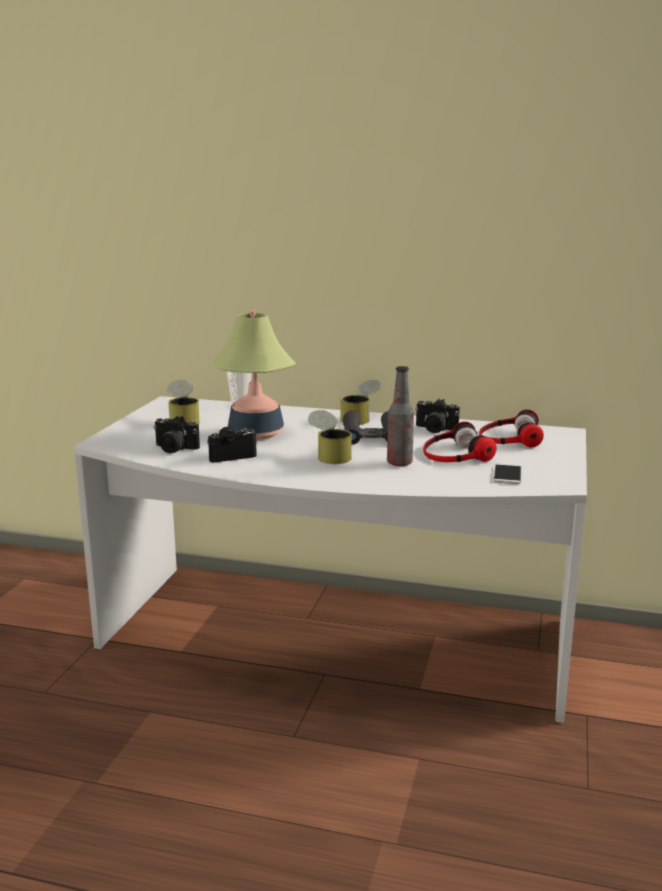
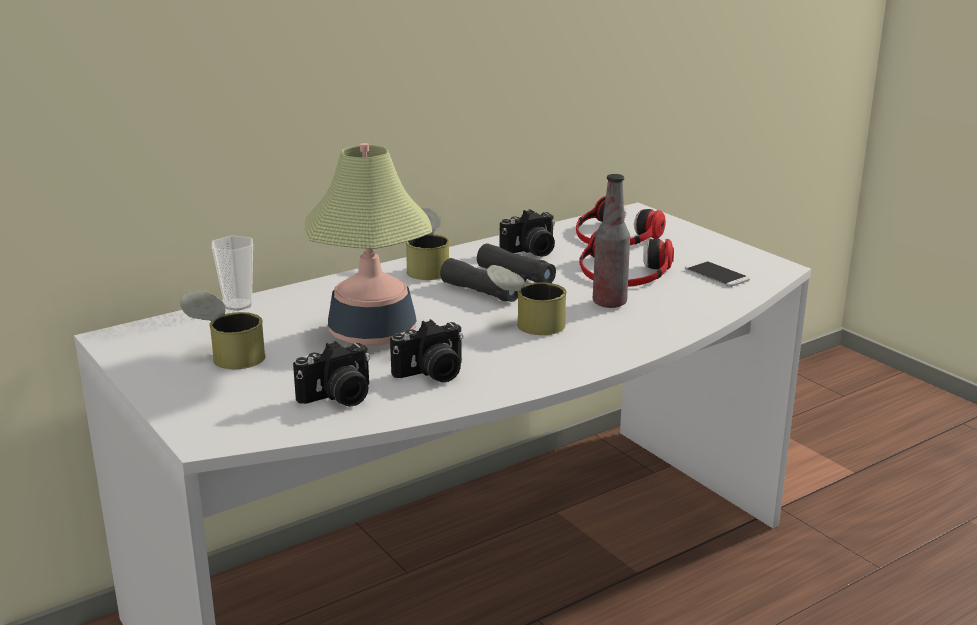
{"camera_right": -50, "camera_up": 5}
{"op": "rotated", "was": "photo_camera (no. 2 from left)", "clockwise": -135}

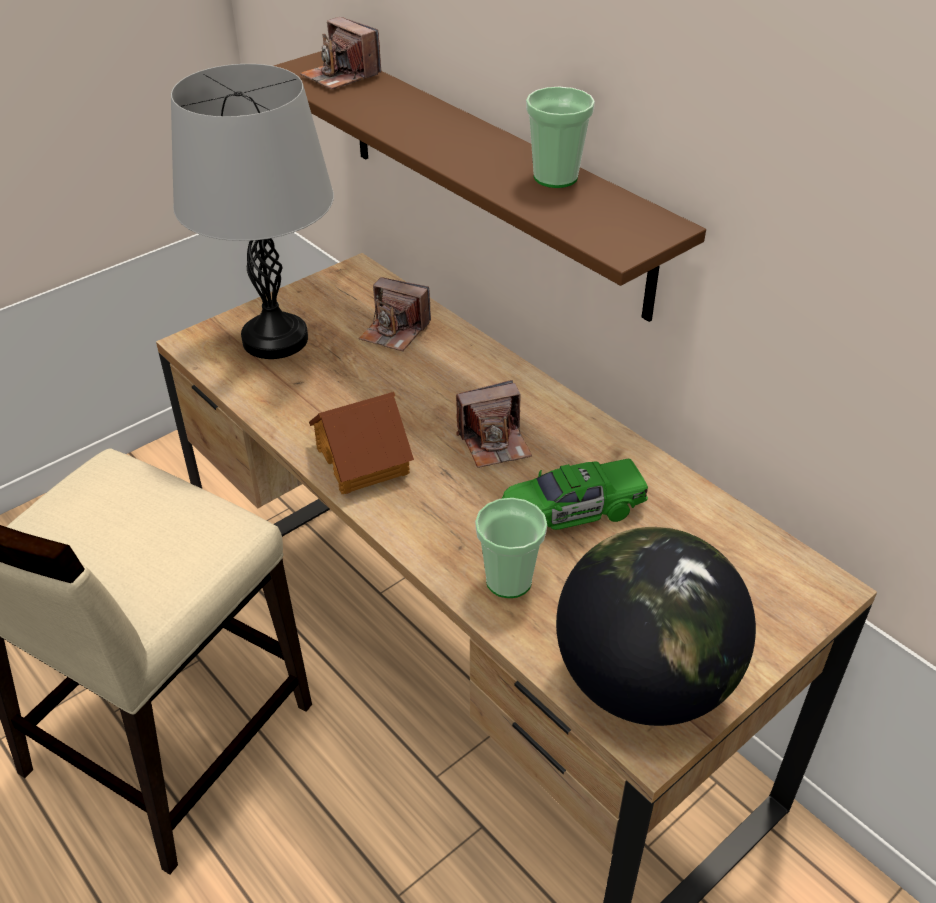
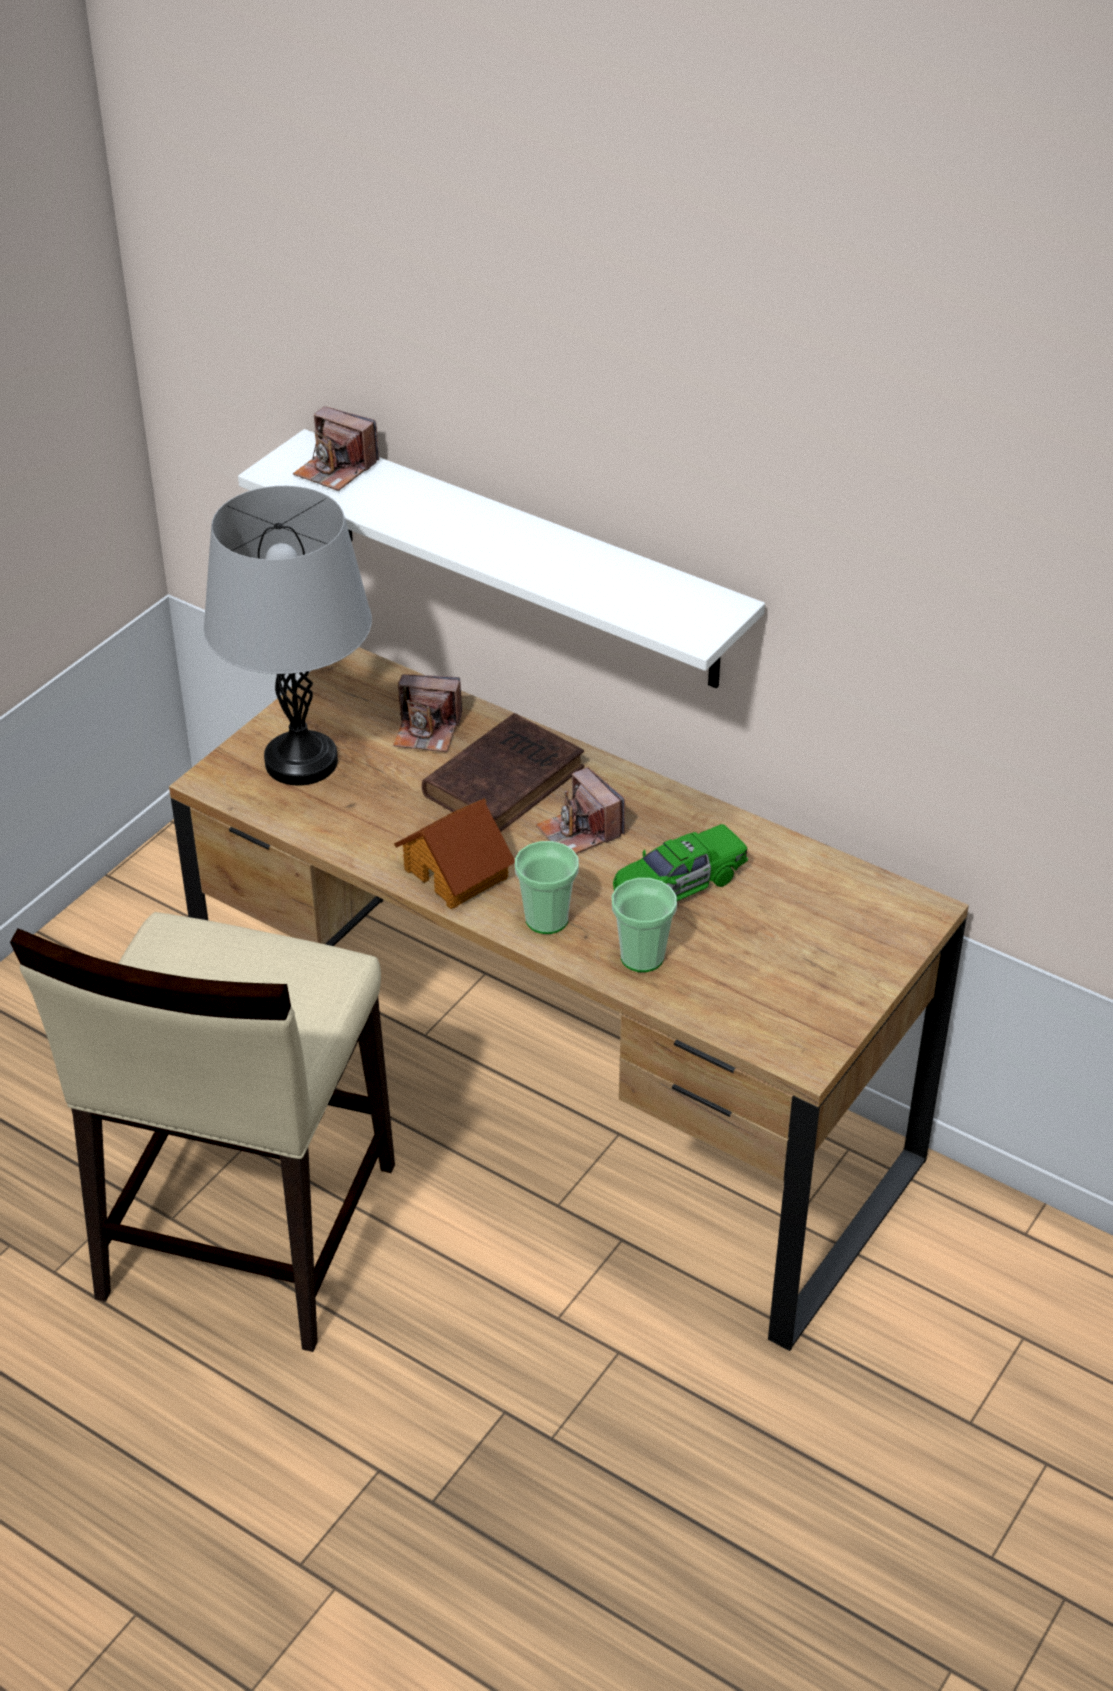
{"camera_right": -15, "camera_up": 0}
{"op": "repainted", "was": "brown_wall_shelf", "now": "white-coloured_wall_shelf"}
{"op": "rotated", "was": "photo_camera (no. 3 from left)", "clockwise": 90}
{"op": "shifted", "was": "cup (no. 2 from left in the first image)", "now": "cup (no. 1 from left)"}
{"op": "gone", "was": "world_globe"}
{"op": "new", "now": "brown_bound_book"}

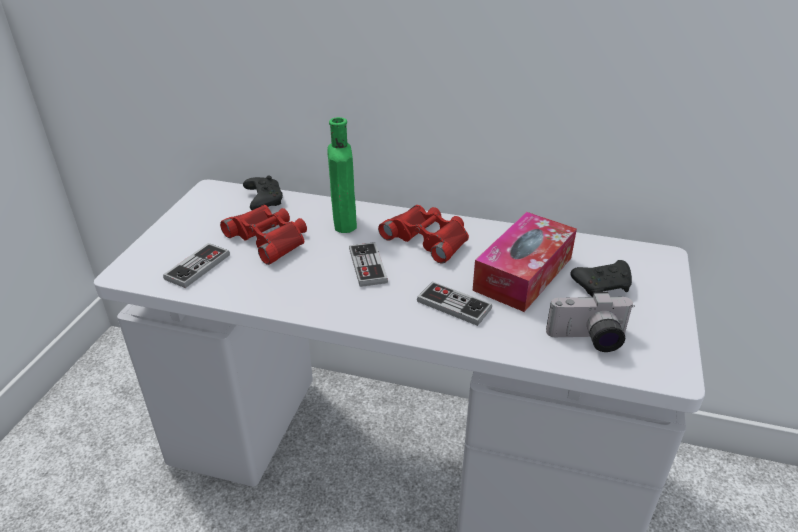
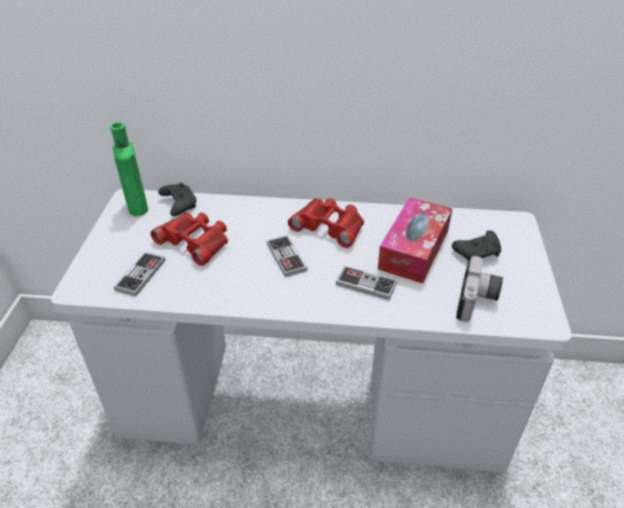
{"camera_right": -10, "camera_up": 5}
{"op": "shifted", "was": "green_bottle"}
{"op": "rotated", "was": "photo_camera", "clockwise": -60}

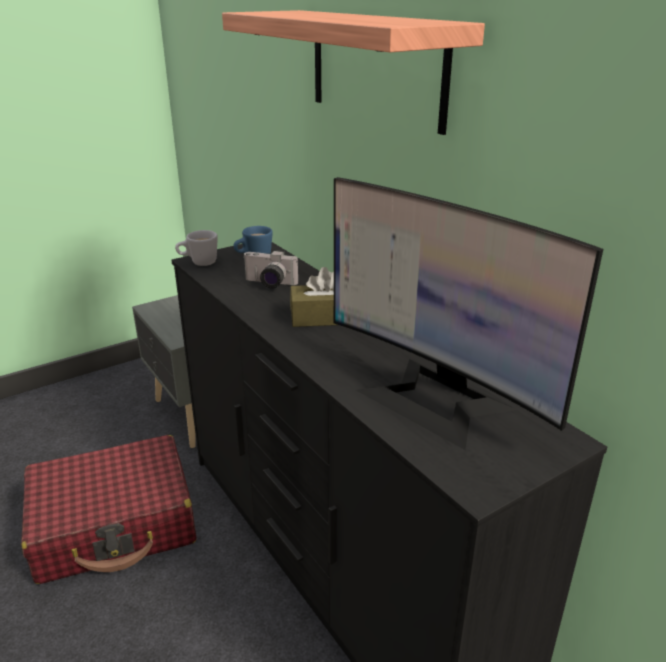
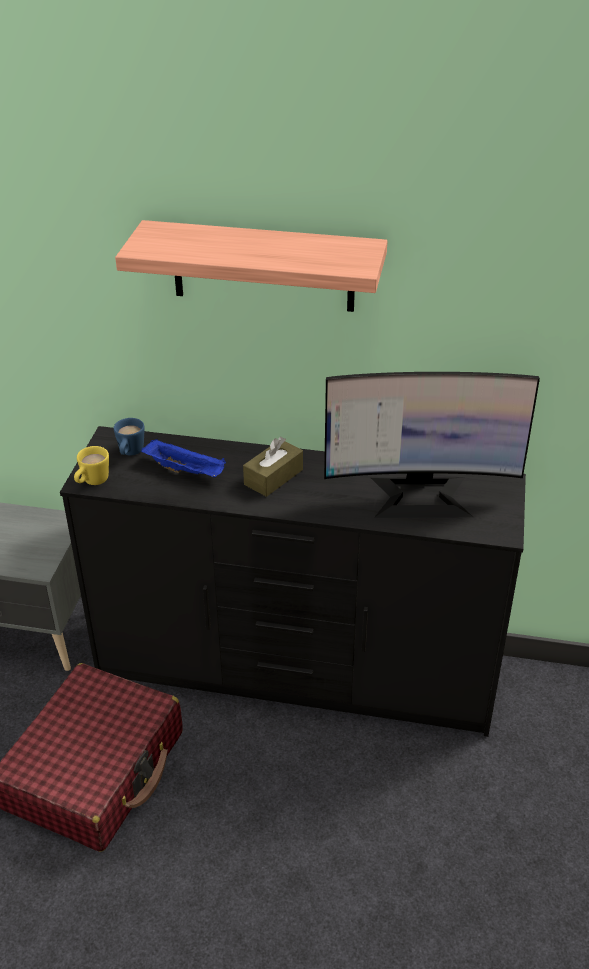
{"camera_right": -45, "camera_up": 10}
{"op": "repainted", "was": "white-coloured_mug", "now": "yellow-coloured_mug"}
{"op": "swapped", "was": "photo_camera", "now": "blue_serving_tray"}

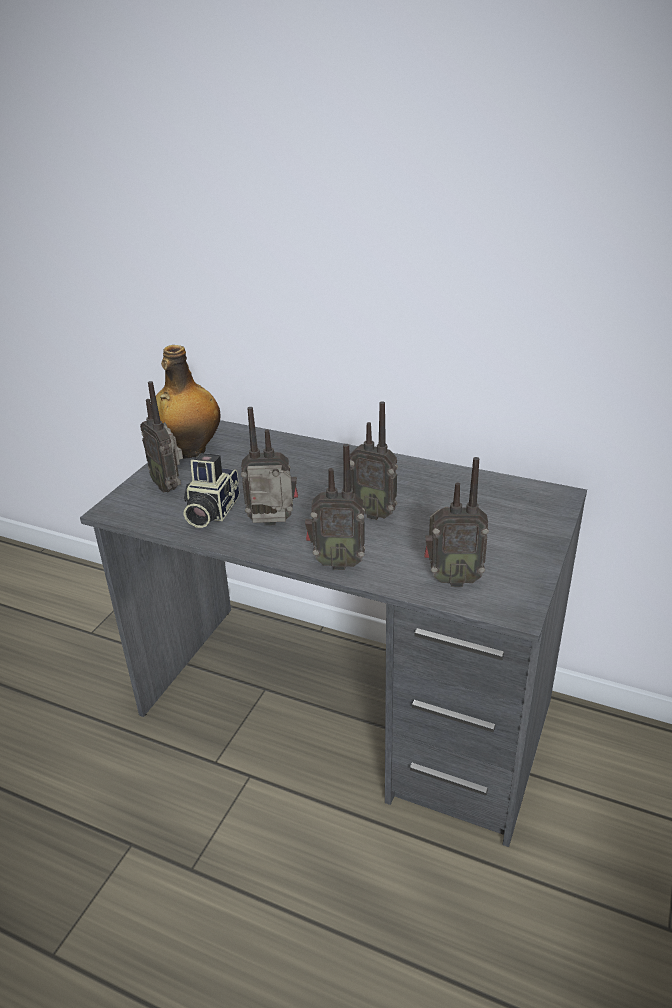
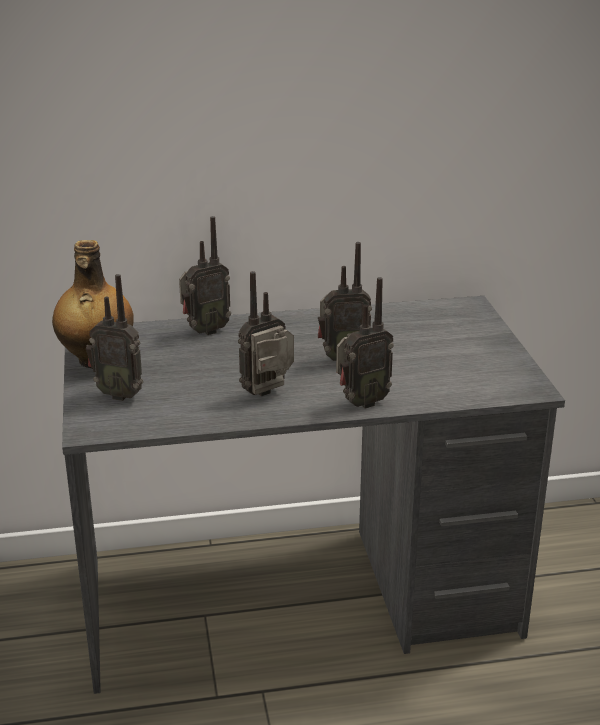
{"camera_right": -35, "camera_up": -5}
{"op": "gone", "was": "photo_camera"}
{"op": "shifted", "was": "radio_set (no. 5 from left in the first image)", "now": "radio_set (no. 2 from left)"}

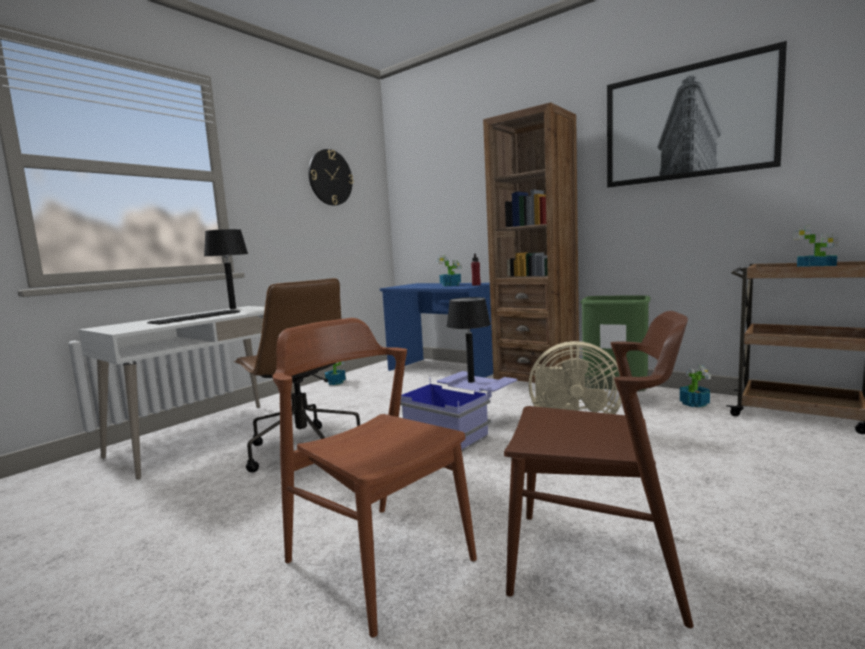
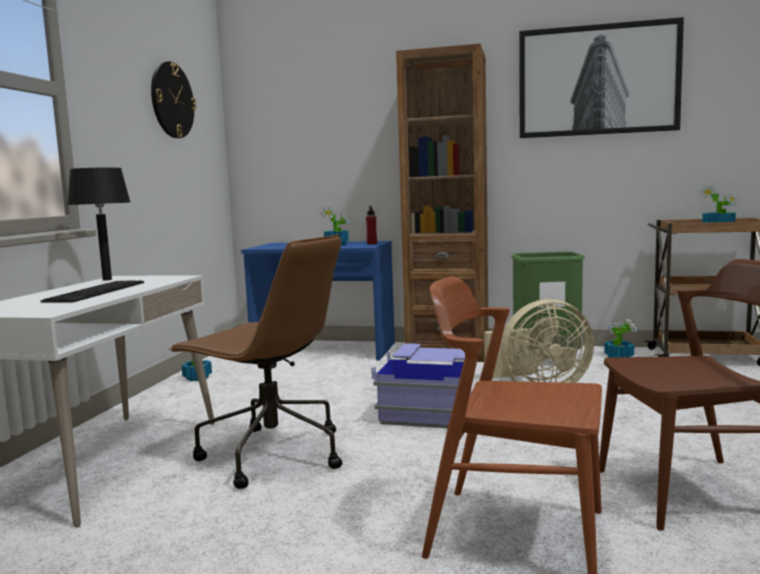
{"camera_right": -25, "camera_up": 0}
{"op": "gone", "was": "blackish_tabletop_lamp (no. 2 from left)"}

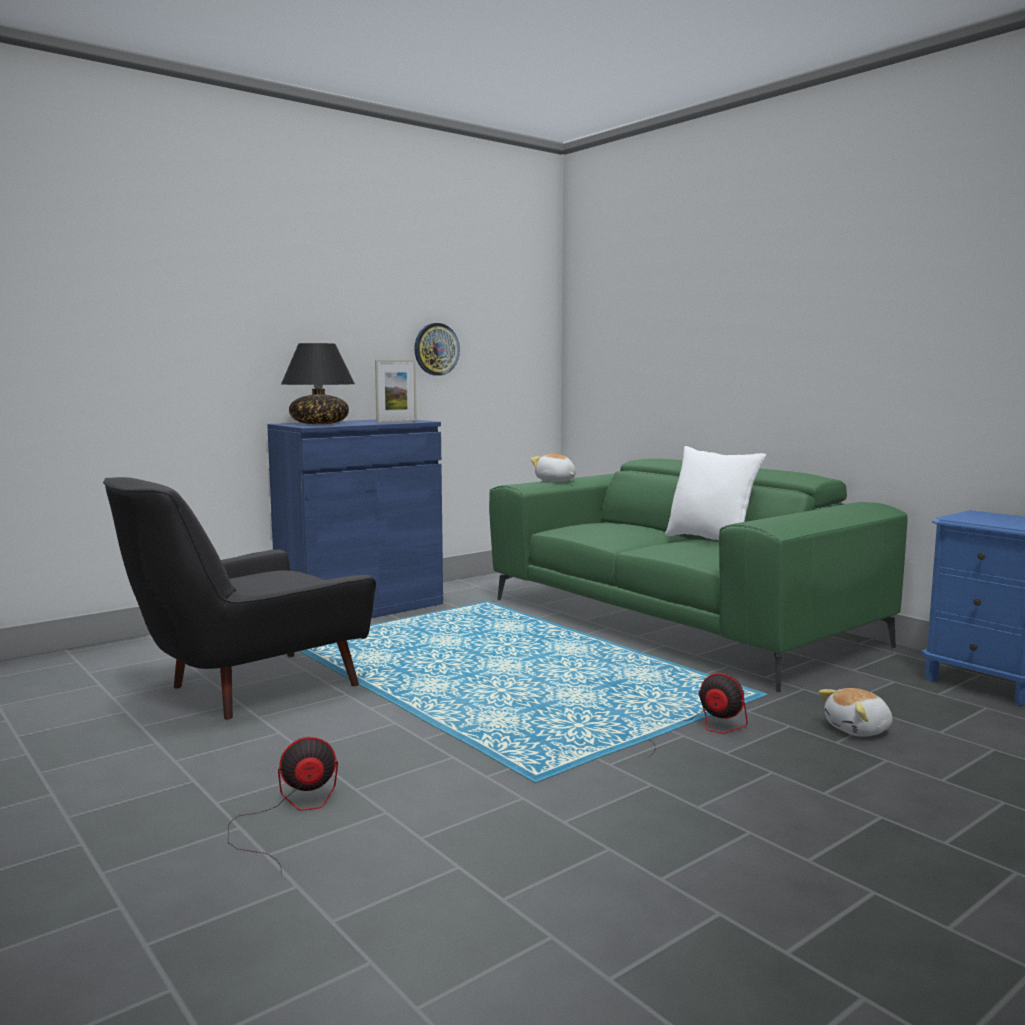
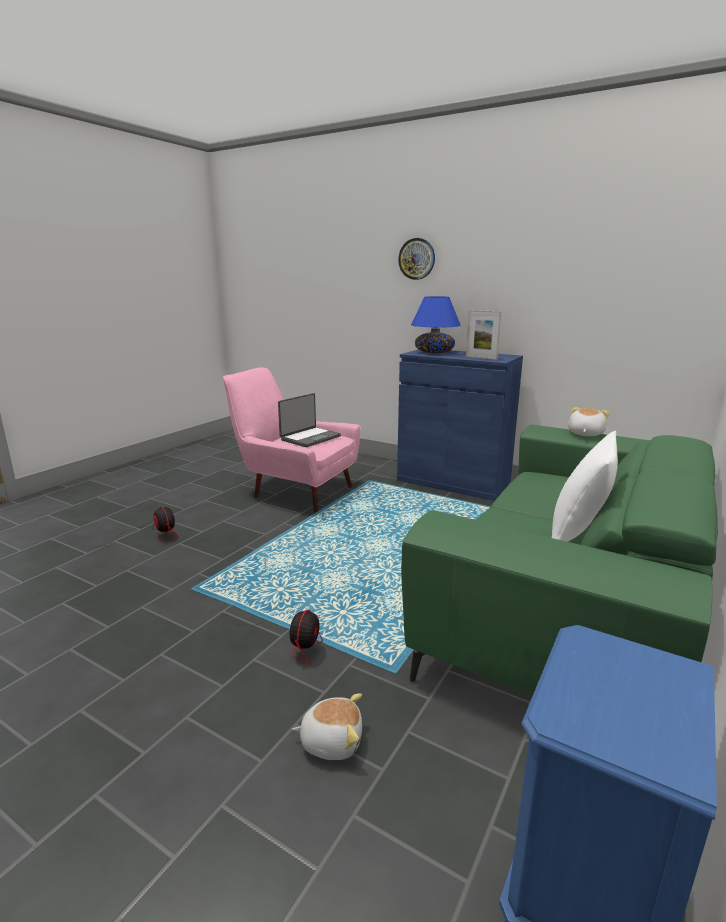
{"camera_right": 70, "camera_up": 10}
{"op": "repainted", "was": "blackish_armchair", "now": "pink_armchair"}
{"op": "repainted", "was": "blackish_tabletop_lamp", "now": "blue_tabletop_lamp"}
{"op": "shifted", "was": "clock_on_the_wall"}
{"op": "rotated", "was": "cuddly_toy (no. 2 from left in the first image)", "clockwise": 135}
{"op": "new", "now": "laptop"}

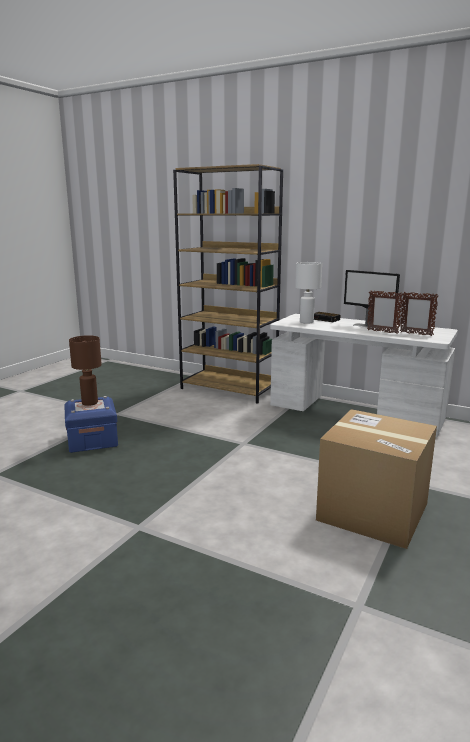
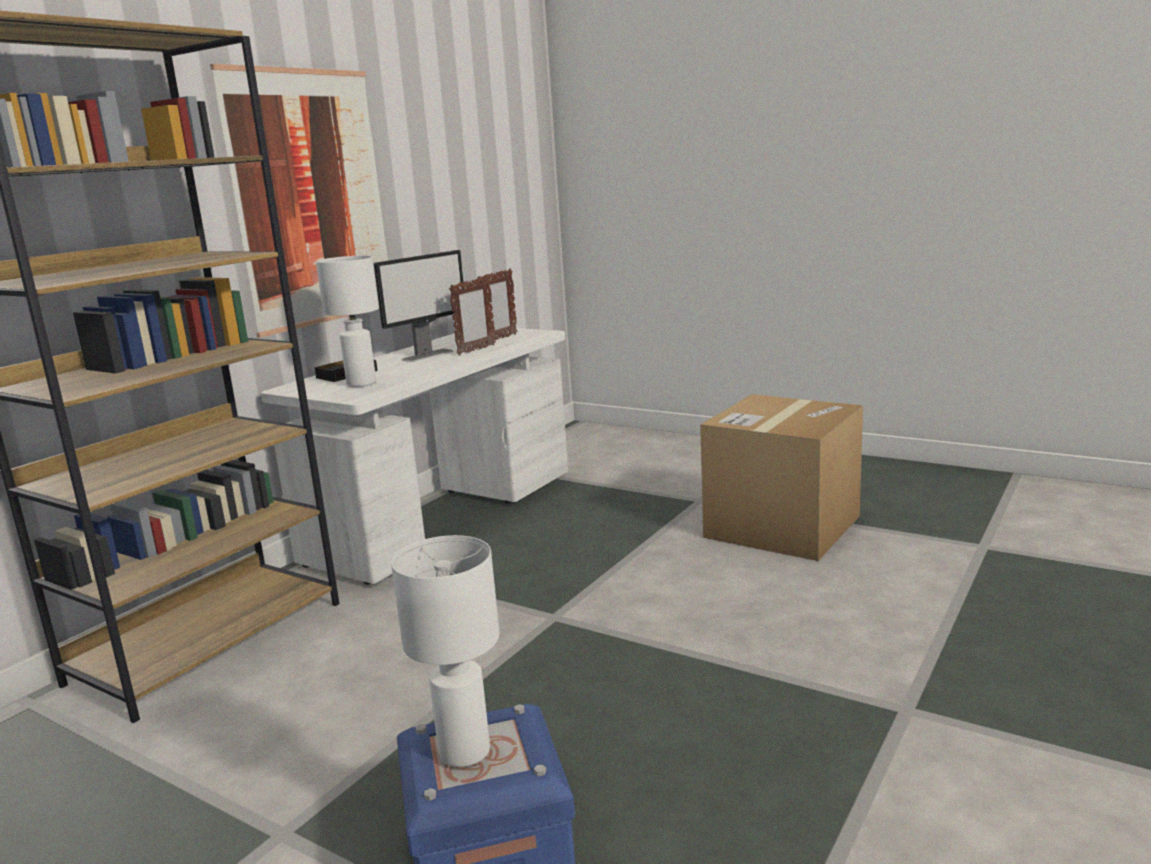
{"camera_right": -85, "camera_up": 0}
{"op": "repainted", "was": "brown_tabletop_lamp", "now": "white-coloured_tabletop_lamp (no. 2 from left)"}
{"op": "new", "now": "wall_picture"}

